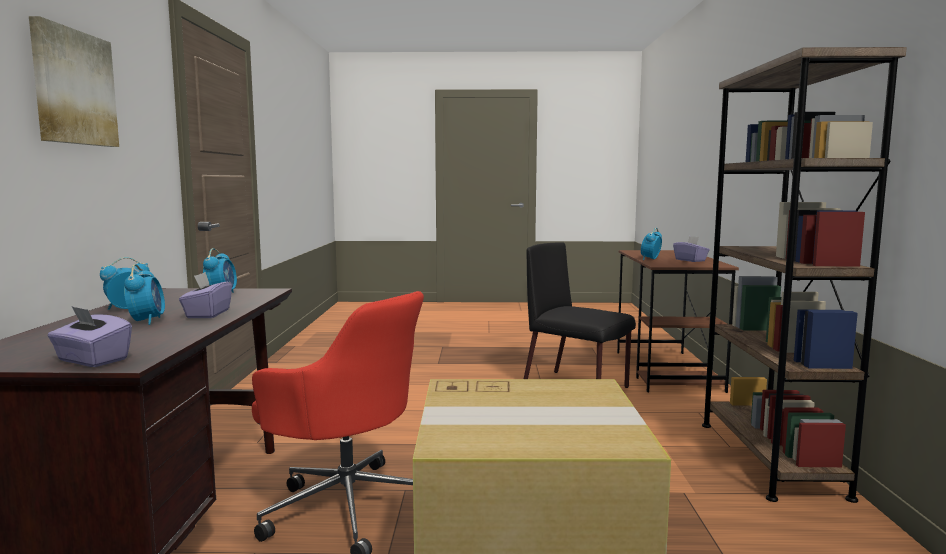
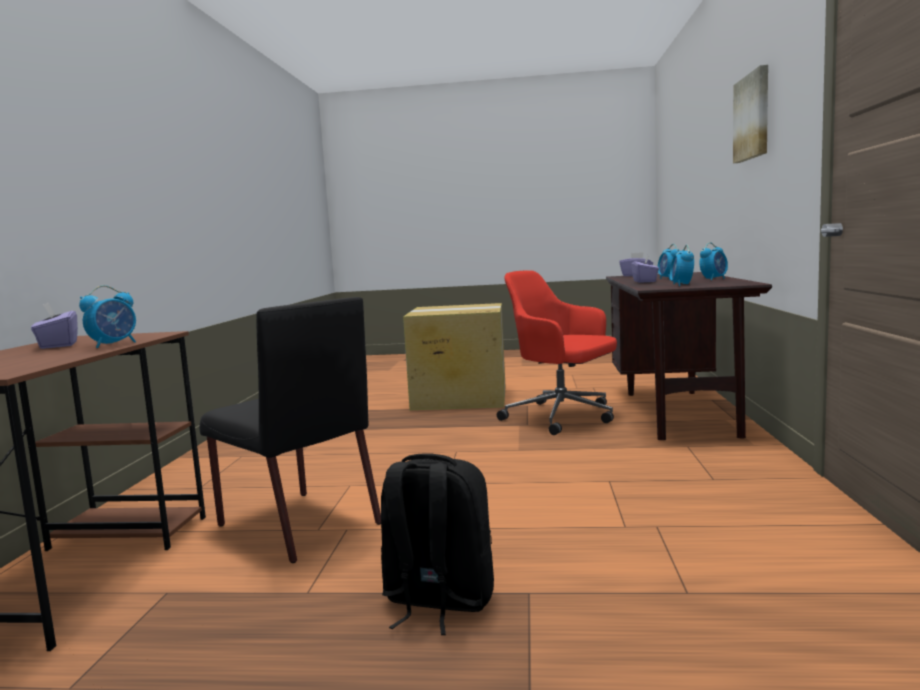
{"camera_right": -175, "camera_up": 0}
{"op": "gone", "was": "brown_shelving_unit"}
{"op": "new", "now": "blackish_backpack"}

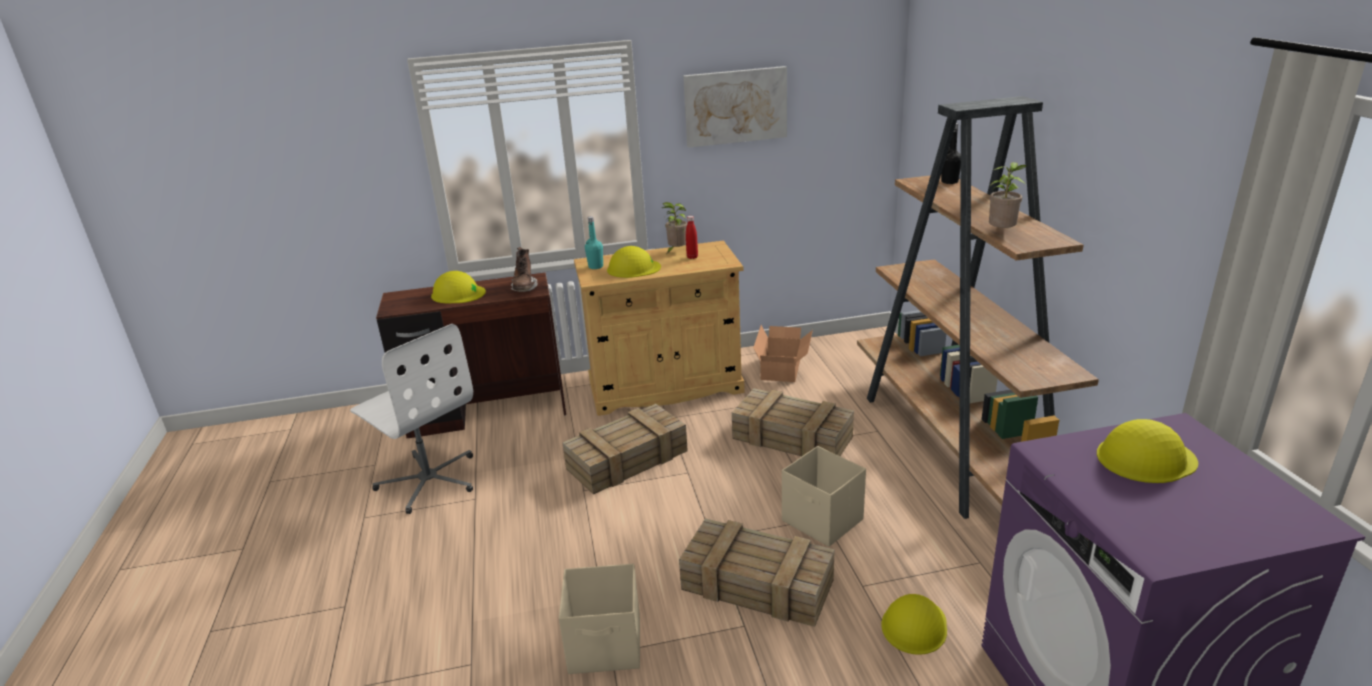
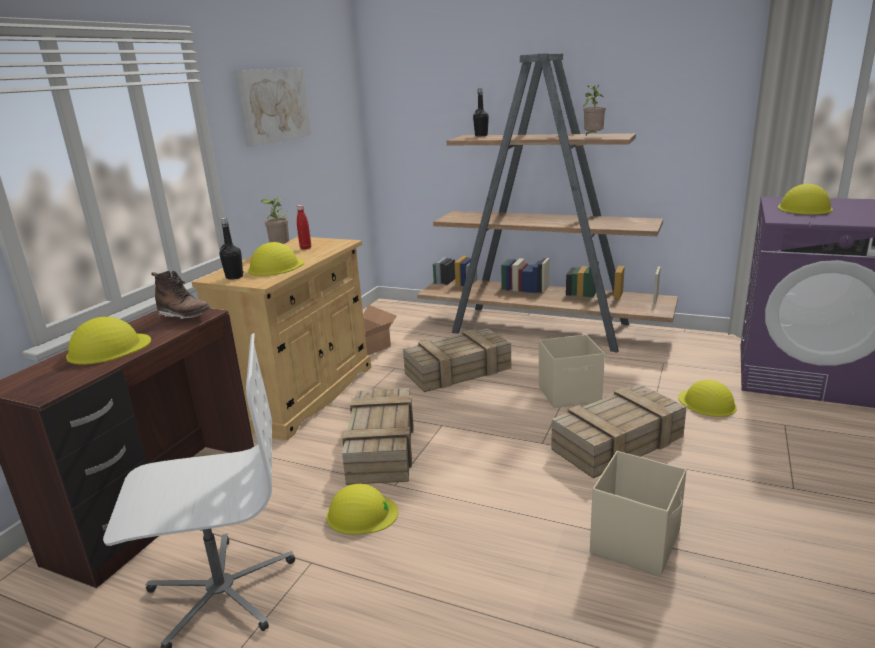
{"camera_right": -55, "camera_up": -5}
{"op": "repainted", "was": "turquoise-coloured_bottle", "now": "blackish_bottle (no. 1 from left)"}
{"op": "new", "now": "yellow-coloured_work_helmet (no. 3 from left)"}

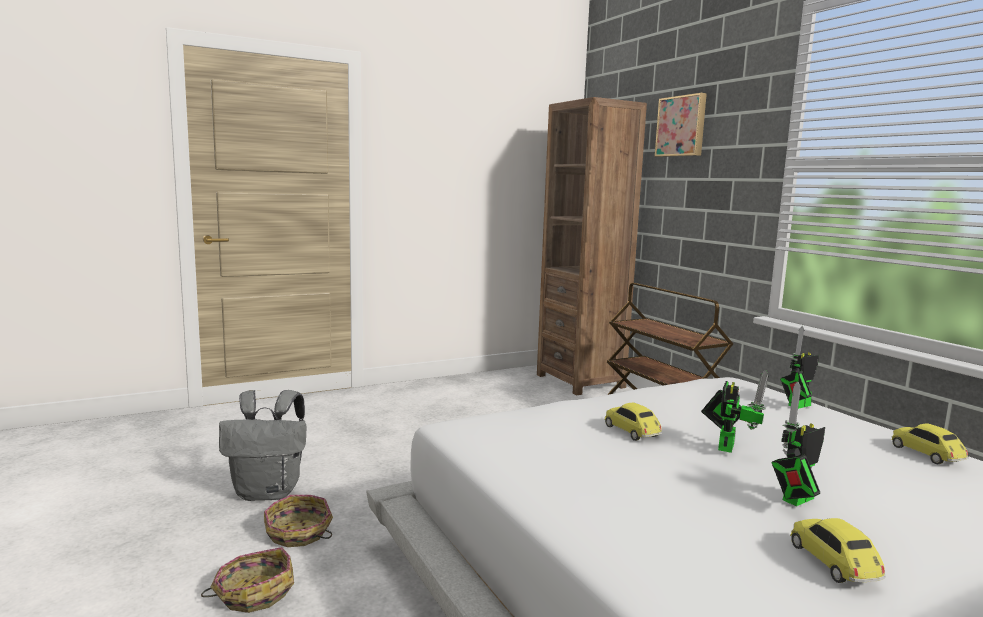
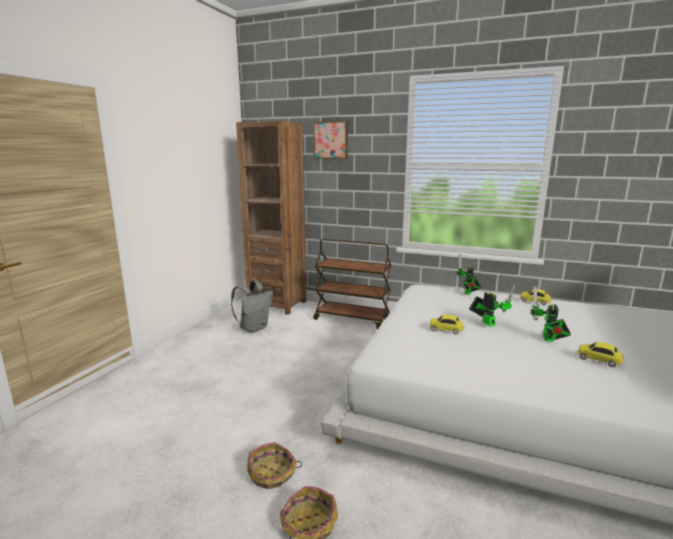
{"camera_right": -40, "camera_up": 5}
{"op": "shifted", "was": "greyish_backpack"}

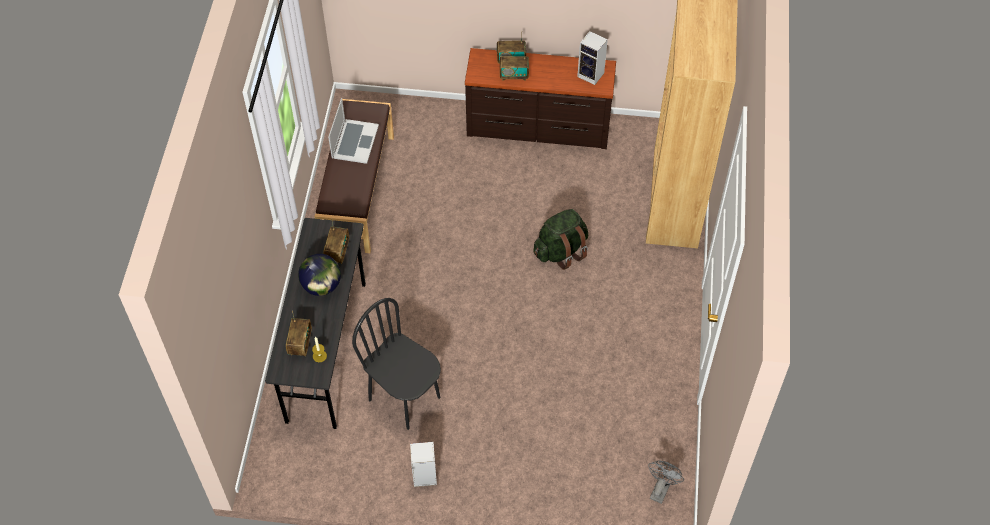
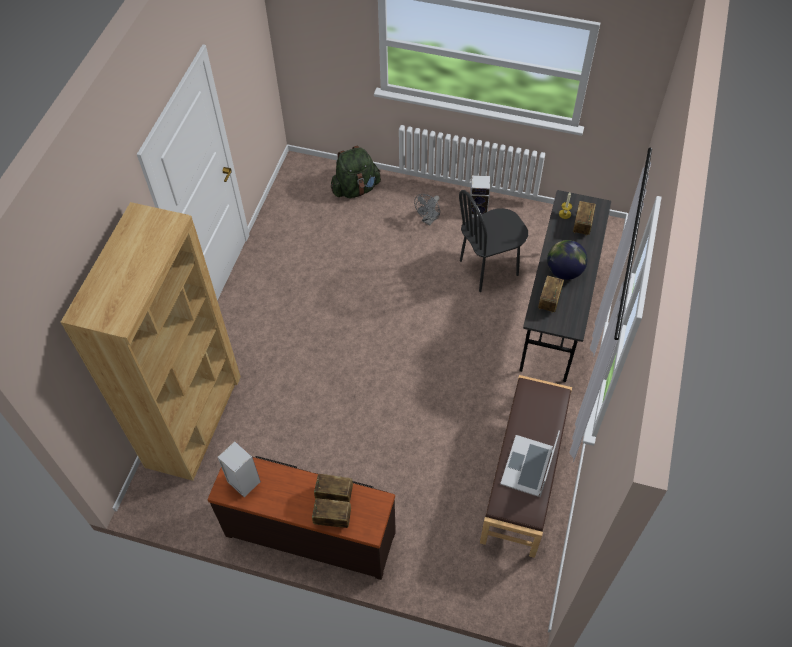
{"camera_right": -170, "camera_up": 0}
{"op": "rotated", "was": "blackish_upright_chair", "clockwise": 105}
{"op": "shifted", "was": "green_backpack"}
{"op": "shifted", "was": "greyish_fan"}

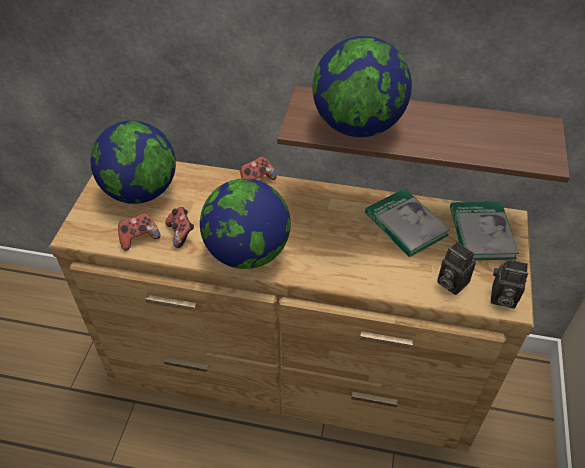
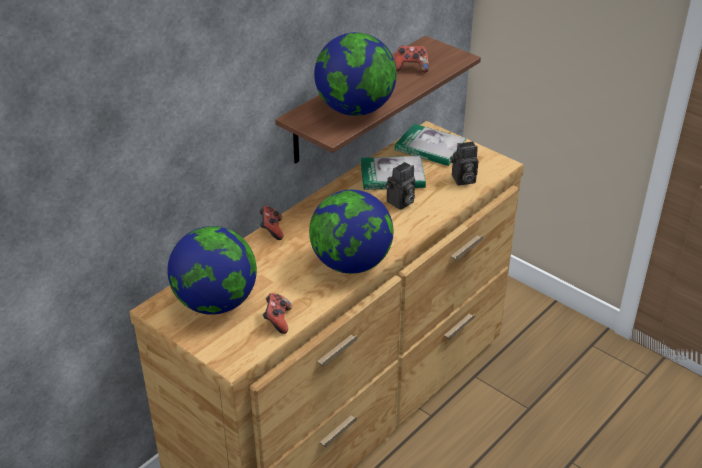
{"camera_right": -60, "camera_up": -10}
{"op": "shifted", "was": "joypad (no. 2 from left in the first image)", "now": "joypad (no. 3 from left)"}
{"op": "shifted", "was": "photo_camera (no. 2 from left in the first image)", "now": "photo_camera (no. 1 from left)"}

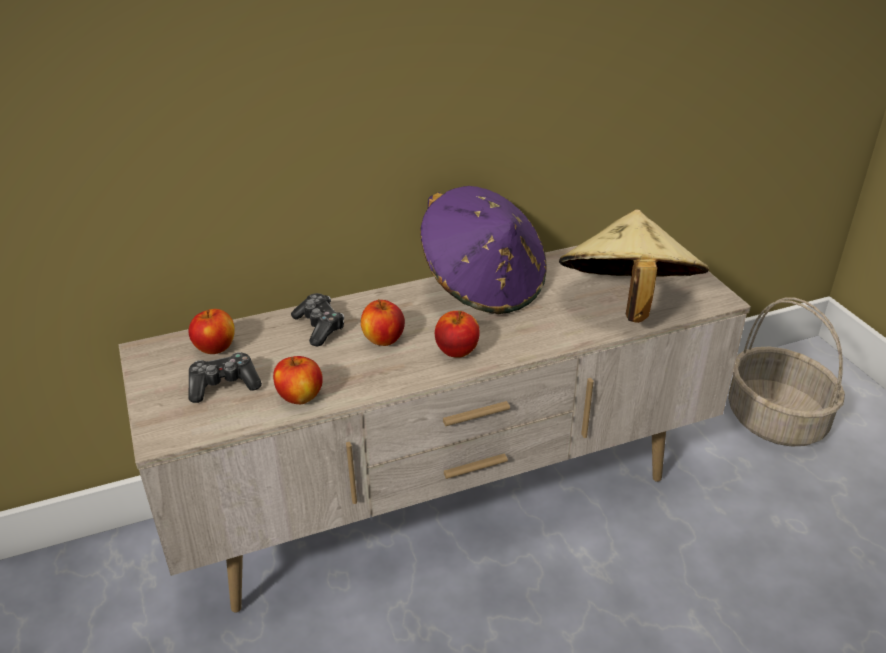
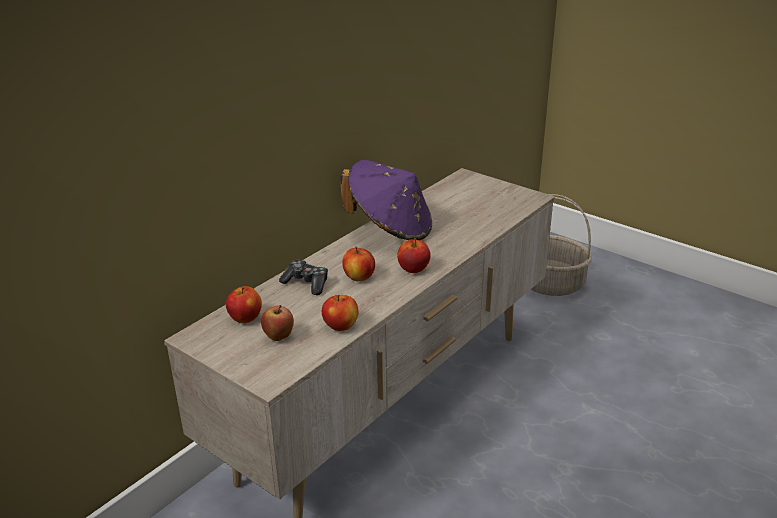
{"camera_right": -30, "camera_up": -5}
{"op": "swapped", "was": "joypad (no. 1 from left)", "now": "whole_apple (no. 2 from left)"}
{"op": "gone", "was": "beige_wearable_hat"}

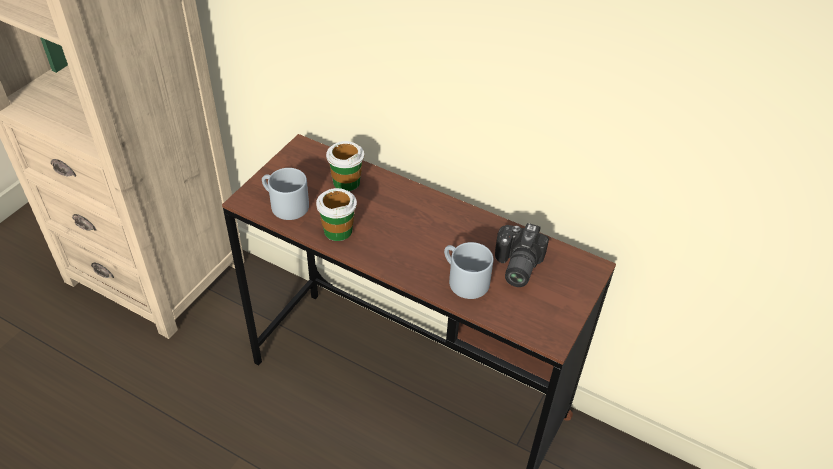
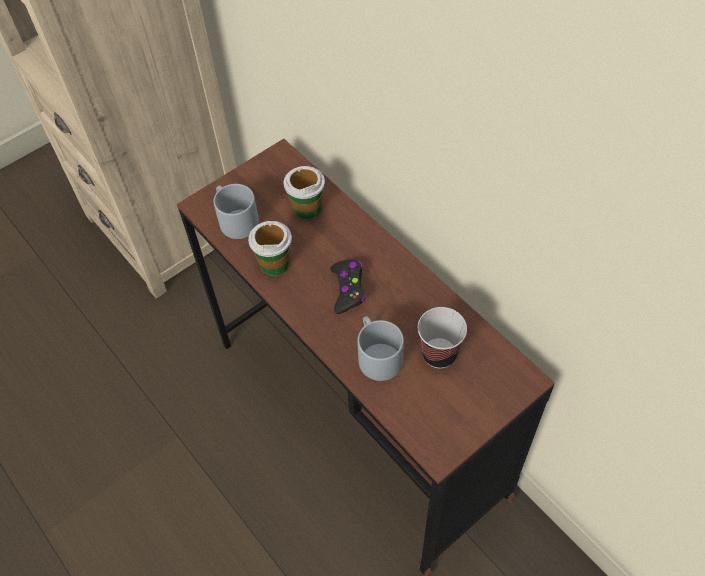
{"camera_right": 25, "camera_up": 10}
{"op": "swapped", "was": "photo_camera", "now": "cup (no. 3 from left)"}
{"op": "new", "now": "blackish_joypad"}

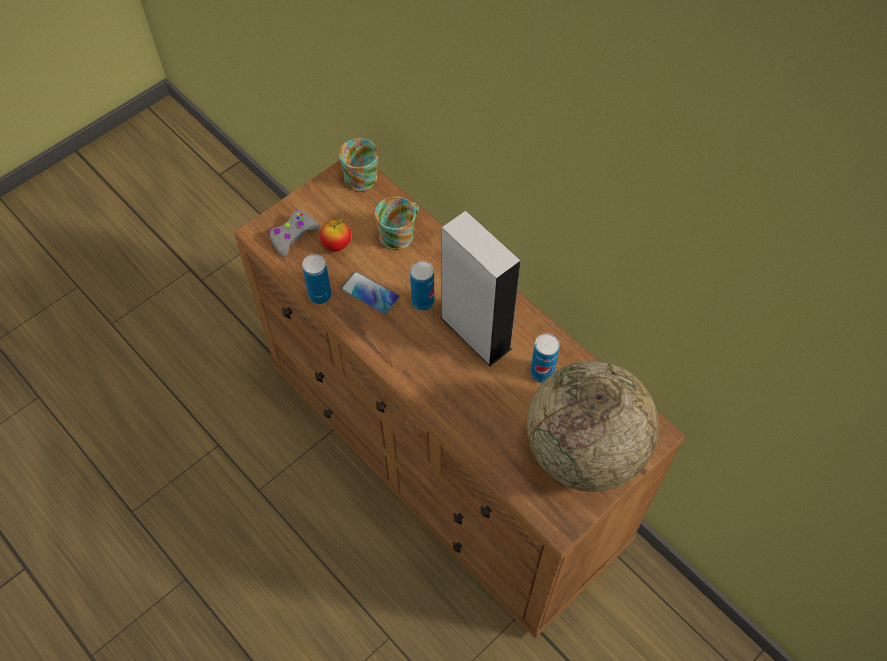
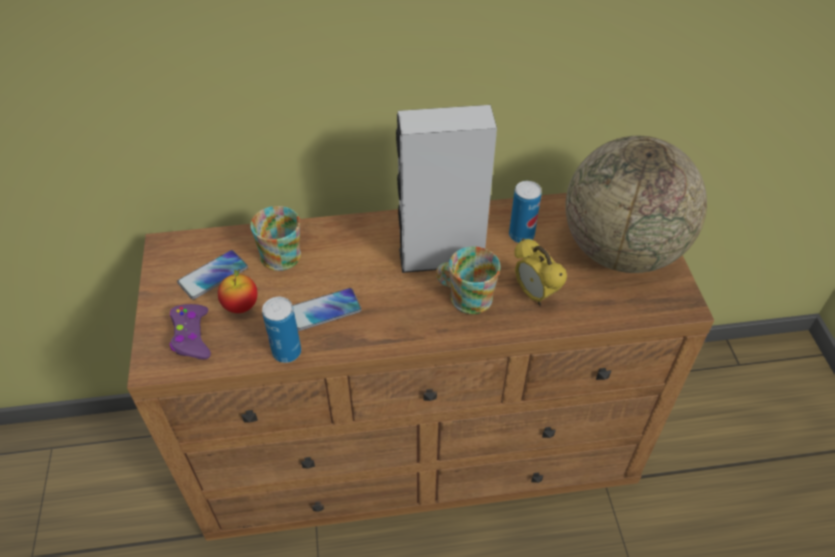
{"camera_right": -55, "camera_up": -10}
{"op": "repainted", "was": "greyish_joypad", "now": "purple-coloured_joypad"}
{"op": "shifted", "was": "mug (no. 1 from left in the first image)", "now": "mug (no. 2 from left)"}
{"op": "gone", "was": "can (no. 2 from left)"}
{"op": "new", "now": "telephone (no. 1 from left)"}
{"op": "new", "now": "bedside_clock"}

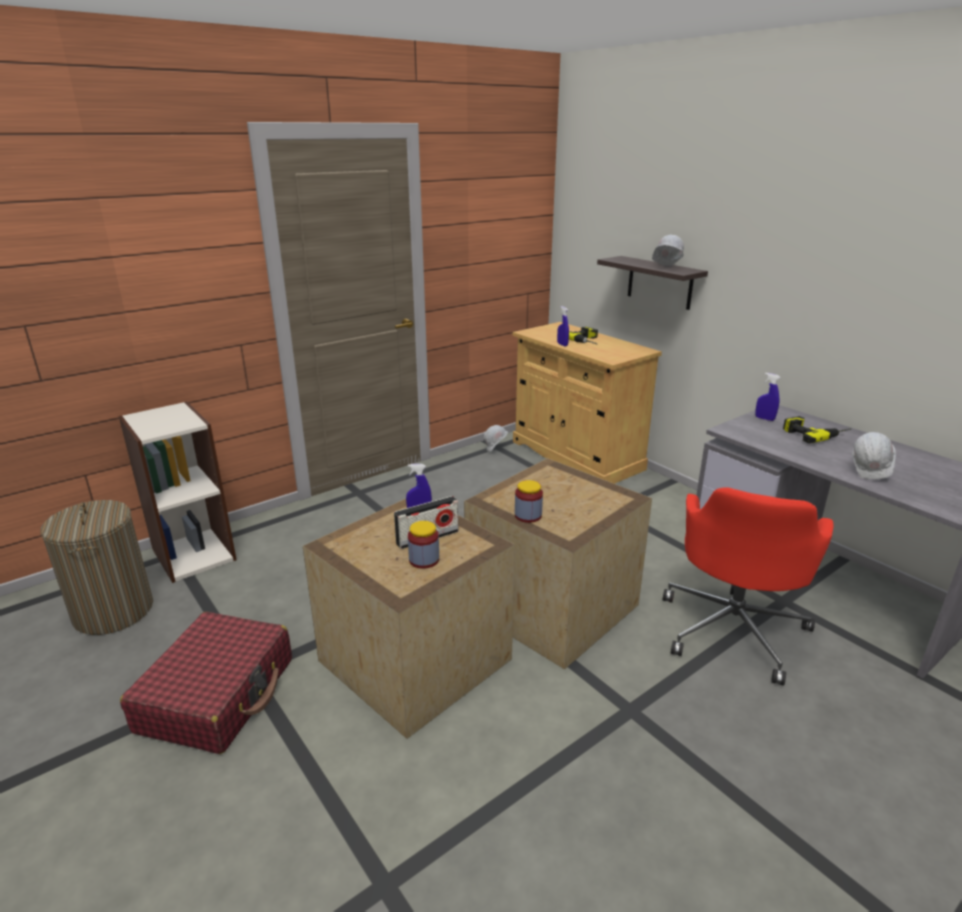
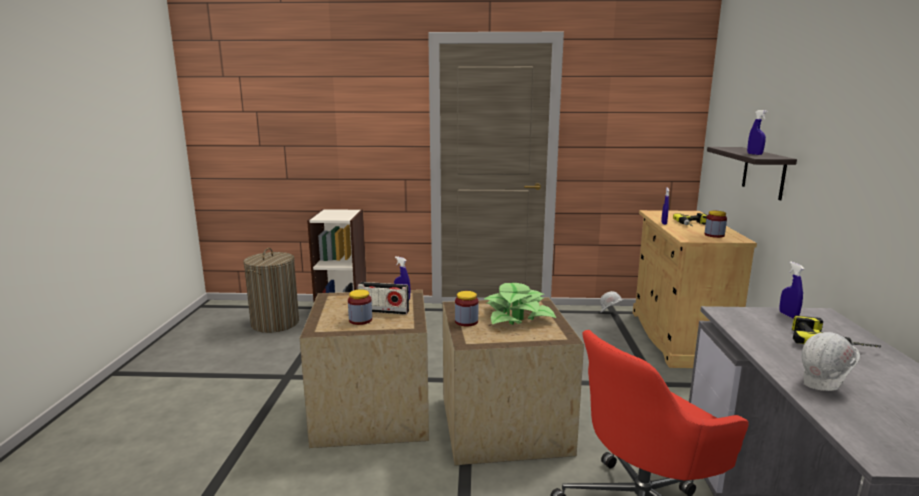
{"camera_right": 40, "camera_up": -10}
{"op": "gone", "was": "reddish_piece_of_luggage"}
{"op": "swapped", "was": "white-coloured_work_helmet (no. 2 from left)", "now": "blue_spray_bottle (no. 3 from left)"}
{"op": "new", "now": "houseplant"}
{"op": "new", "now": "preserve_jar (no. 3 from left)"}

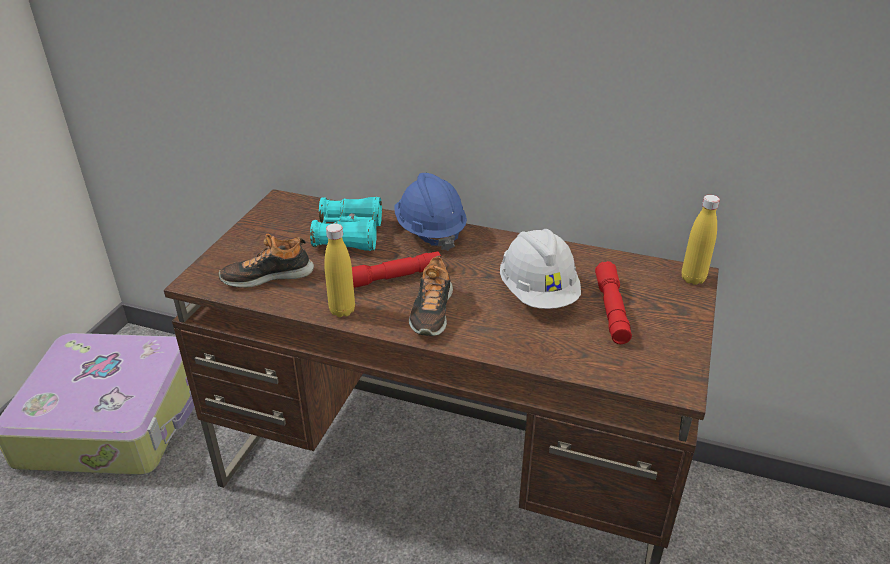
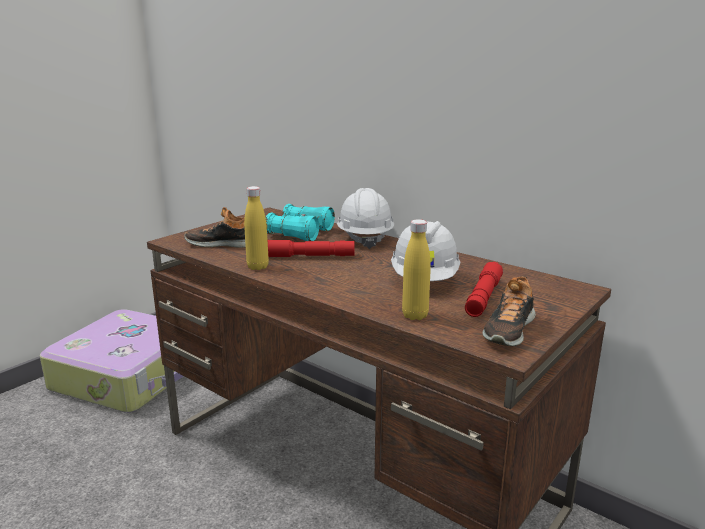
{"camera_right": 20, "camera_up": -15}
{"op": "repainted", "was": "blue_work_helmet", "now": "white-coloured_work_helmet (no. 1 from left)"}
{"op": "shifted", "was": "item_of_footwear (no. 2 from left)"}
{"op": "shifted", "was": "yellow-coloured_bottle (no. 2 from left)"}

